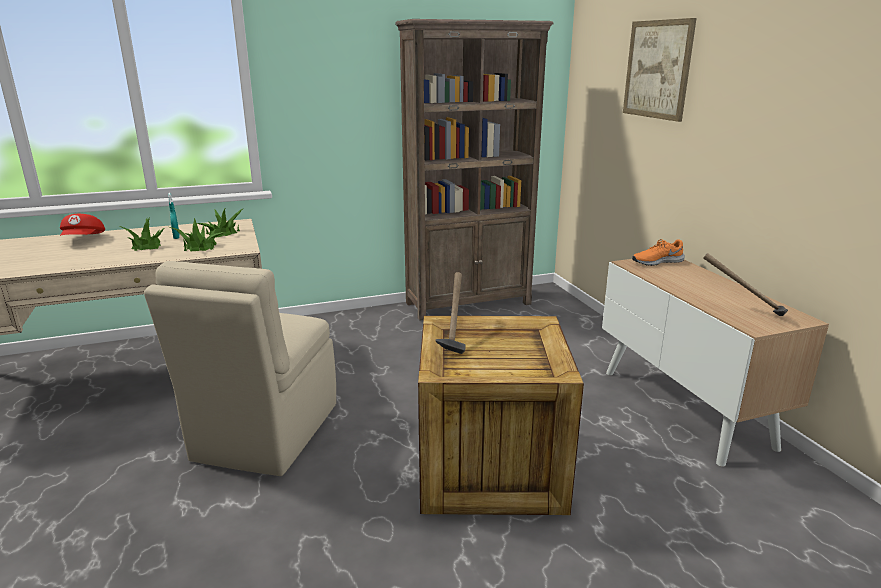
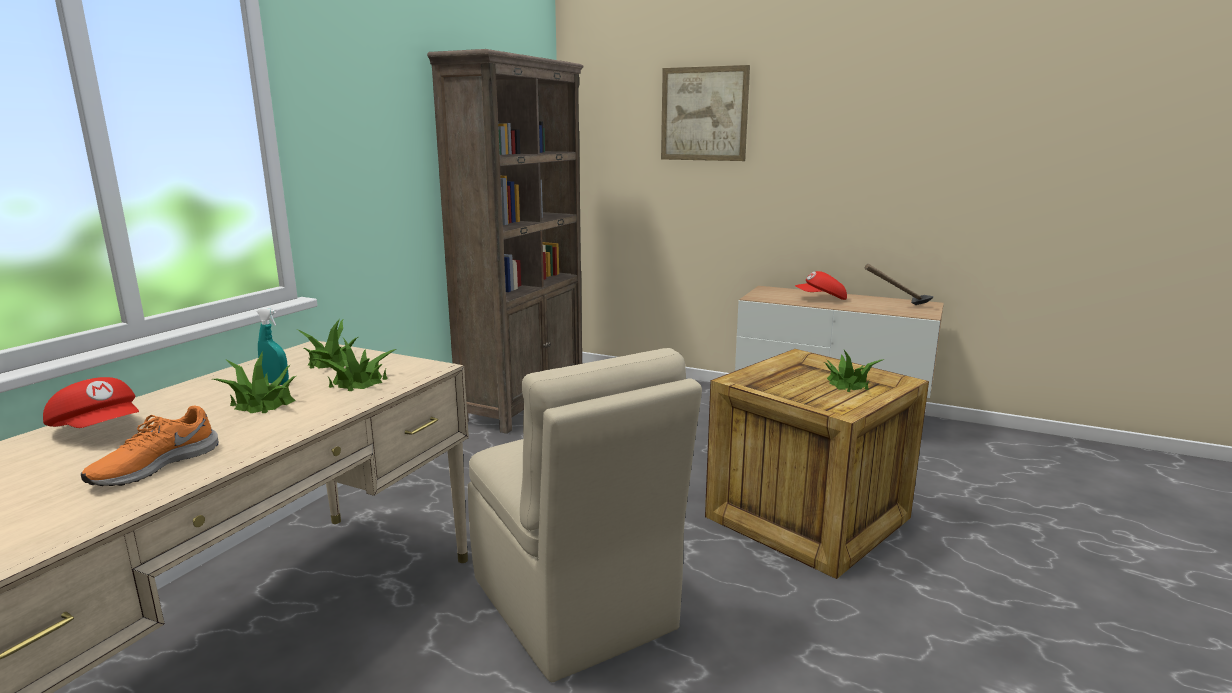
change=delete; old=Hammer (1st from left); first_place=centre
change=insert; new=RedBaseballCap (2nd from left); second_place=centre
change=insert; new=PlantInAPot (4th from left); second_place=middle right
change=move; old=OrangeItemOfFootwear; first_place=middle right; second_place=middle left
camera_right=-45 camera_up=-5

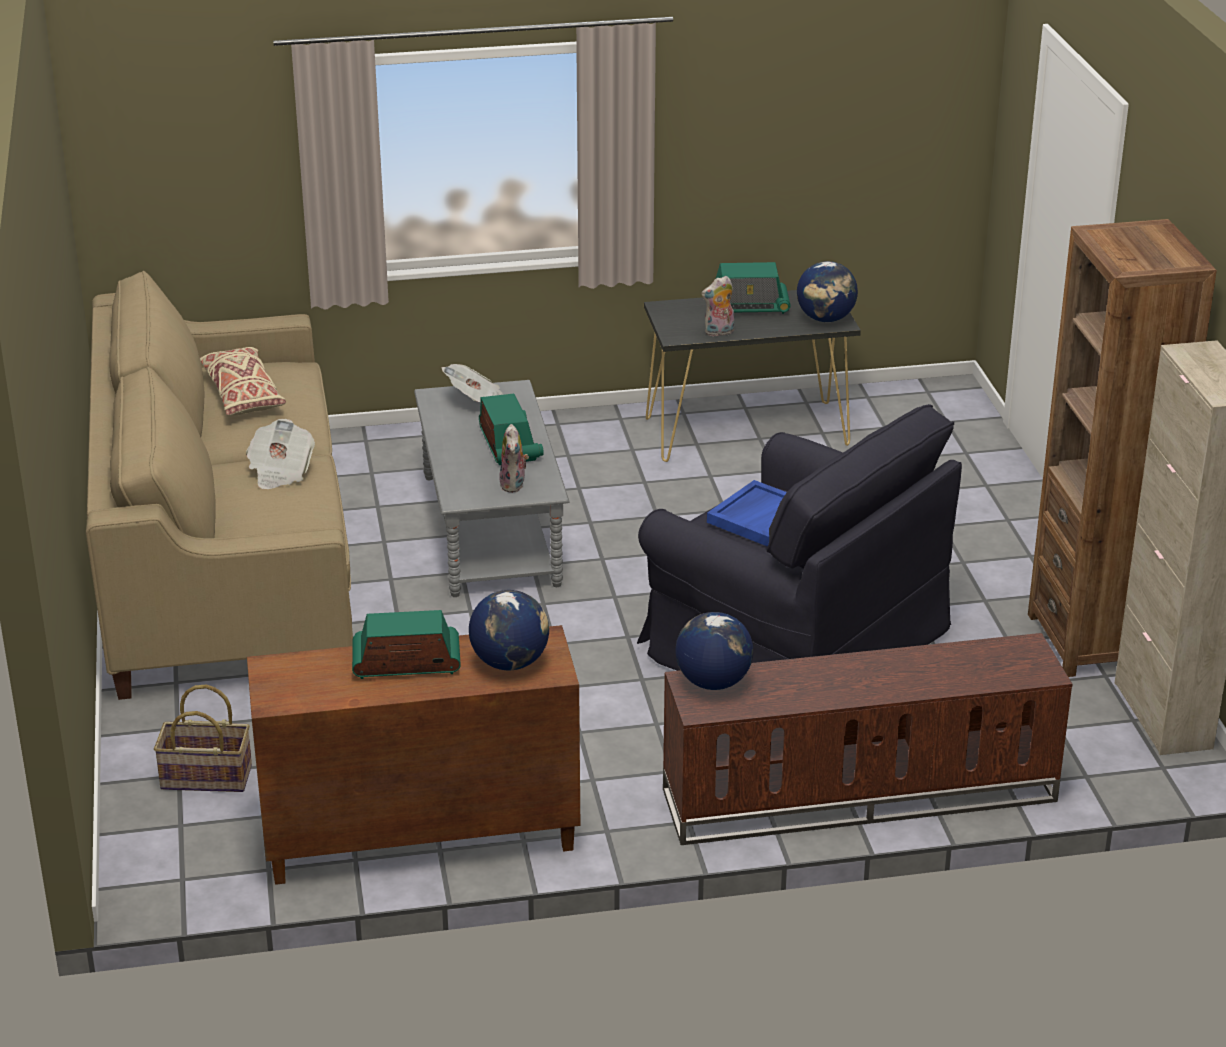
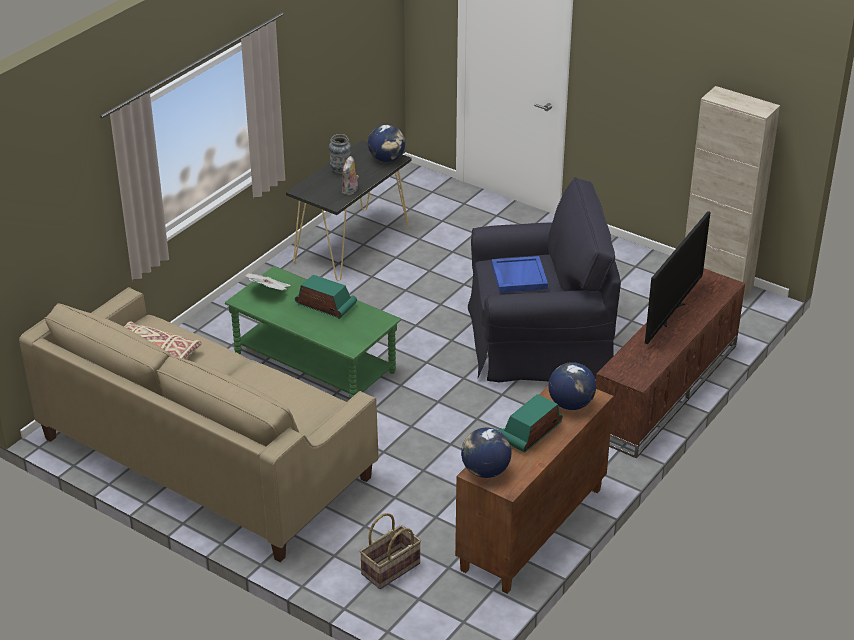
change=delete; old=DailyPaper (1st from left); first_place=middle left
change=delete; old=SoftToy (1st from left); first_place=centre
change=delete; old=BrownColouredBookcase; first_place=middle right
change=insert; new=Television; second_place=middle right
change=move; old=WorldGlobe (2nd from left); first_place=centre; second_place=bottom centre
change=replace; old=Radio (3rd from left); new=Vase; first_place=top centre; second_place=top centre
change=recolor; old=GreyishLoungeTable; new=GreenColouredLoungeTable; first_place=centre; second_place=centre
camera_right=-45 camera_up=5

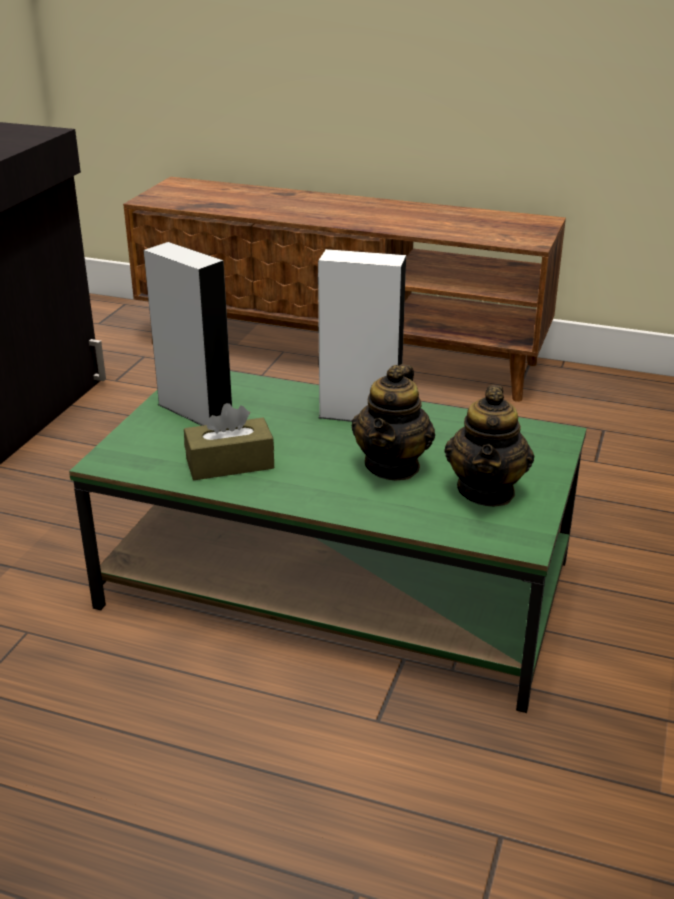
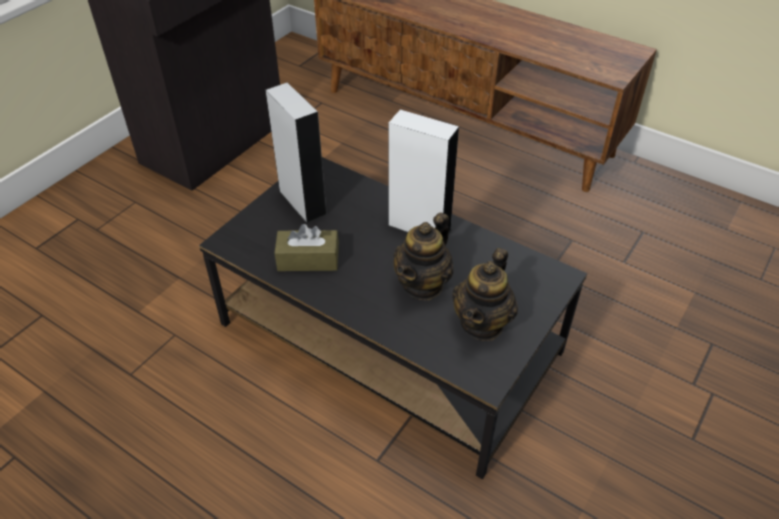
change=recolor; old=GreenColouredLoungeTable; new=BlackishLoungeTable; first_place=centre; second_place=centre
camera_right=15 camera_up=15

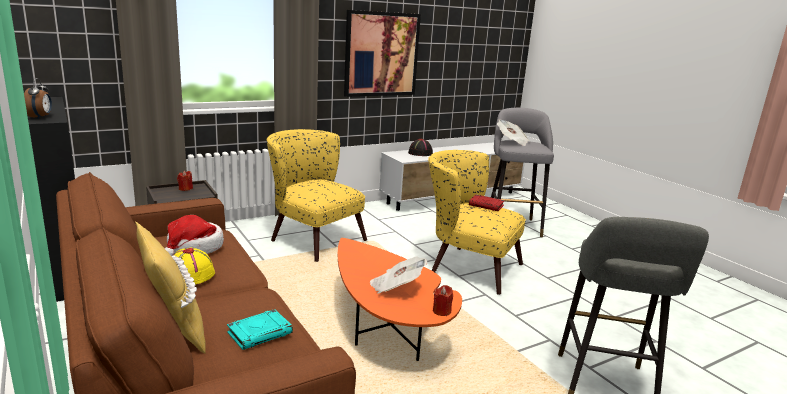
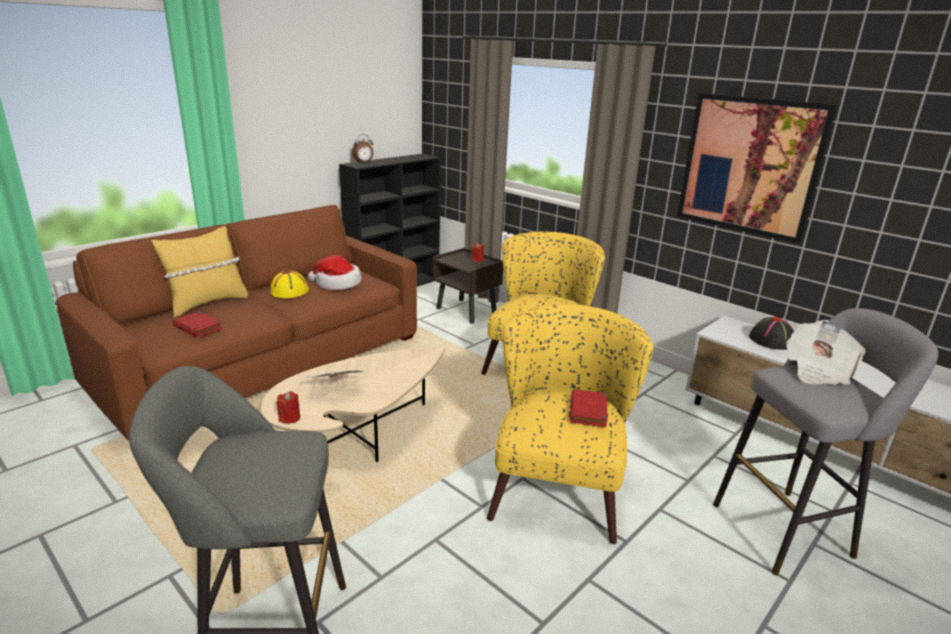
change=recolor; old=TurquoiseBoundBook; new=RedBoundBook (1st from left); first_place=bottom left; second_place=middle left
change=recolor; old=OrangeLoungeTable; new=SandColouredLoungeTable; first_place=bottom centre; second_place=centre
camera_right=75 camera_up=5

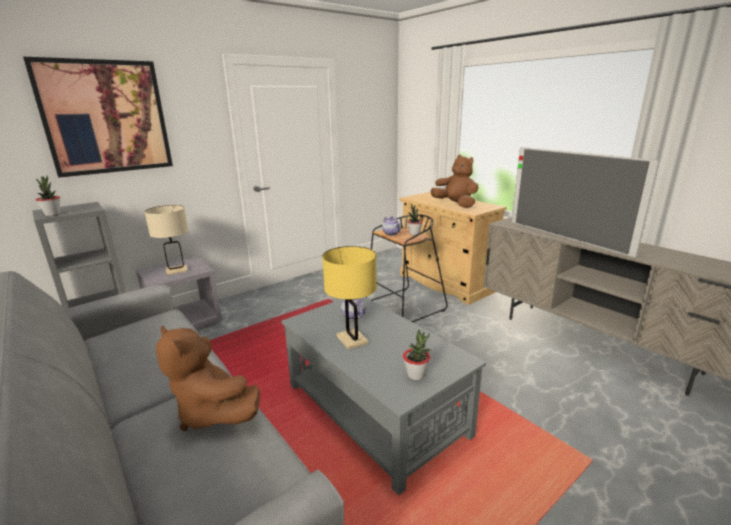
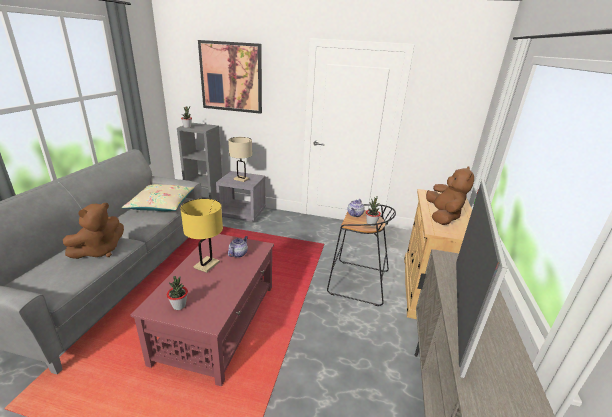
change=insert; new=SandColouredCushion; second_place=middle left
change=recolor; old=GreyishLoungeTable; new=RedLoungeTable; first_place=bottom centre; second_place=bottom left
change=rotate; old=BrownColouredSoftToy (1st from left); first_place=bottom left; second_place=middle left; degrees=-150
camera_right=50 camera_up=5

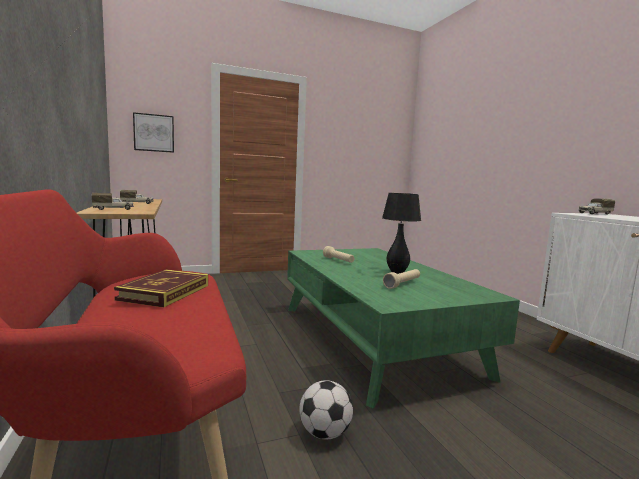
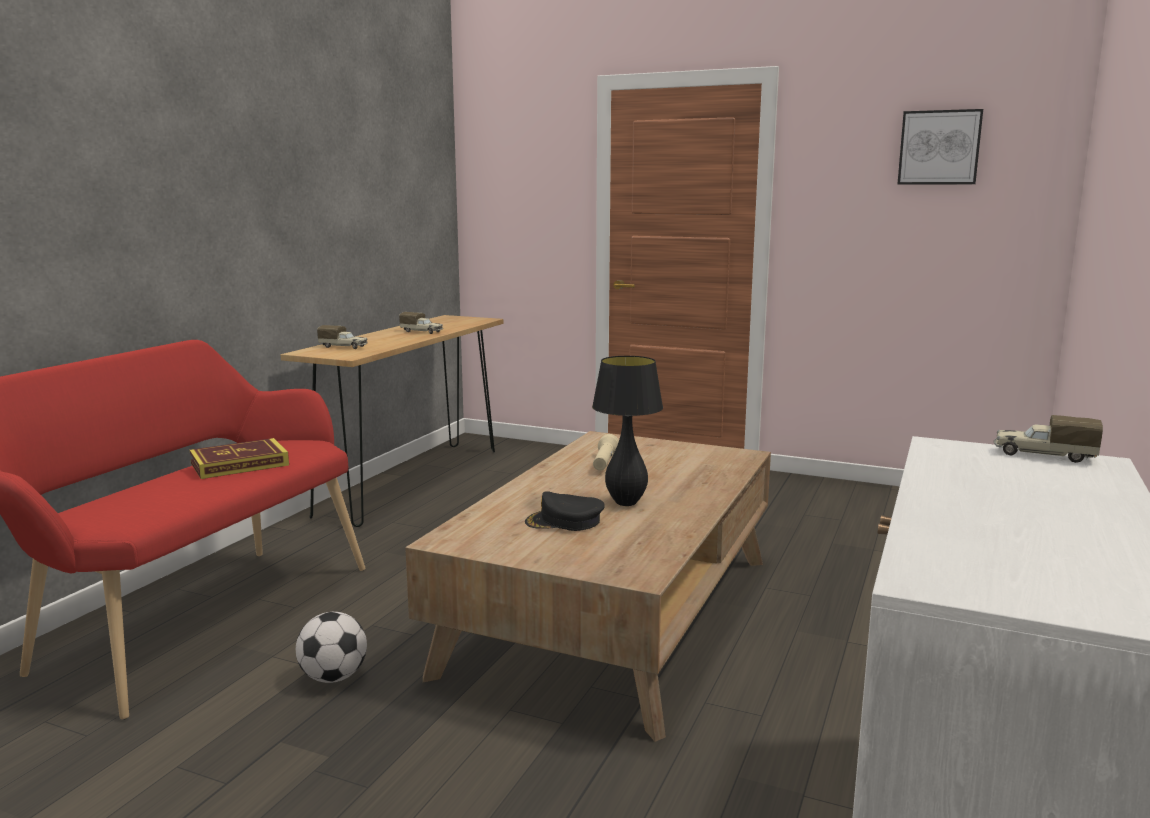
change=move; old=WallArt; first_place=top left; second_place=top right
change=replace; old=SandColouredFlashlight (2nd from left); new=BlackishBaseballCap; first_place=centre; second_place=centre
change=recolor; old=GreenColouredLoungeTable; new=BrownColouredLoungeTable; first_place=bottom centre; second_place=bottom centre
camera_right=45 camera_up=5

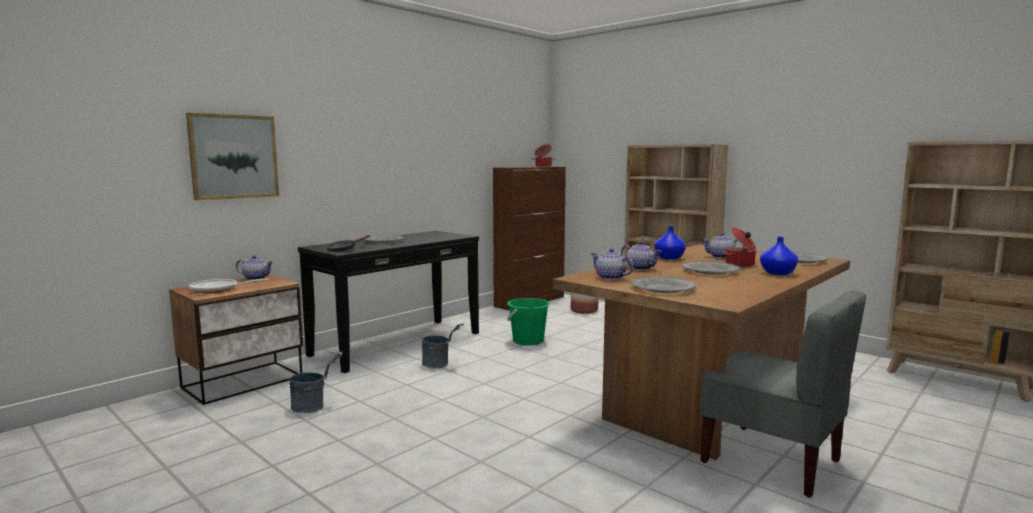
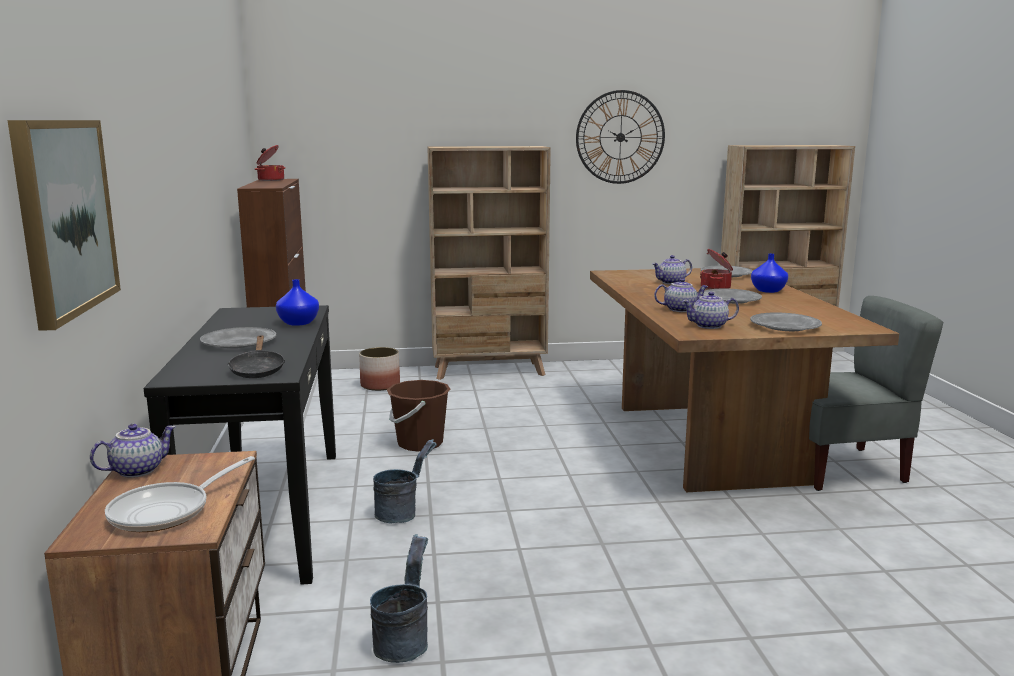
change=insert; new=HangingClock; second_place=top centre
change=move; old=BlueColouredVase (1st from left); first_place=centre; second_place=middle left
change=recolor; old=GreenColouredPail; new=BrownColouredPail; first_place=centre; second_place=centre
camera_right=-50 camera_up=5

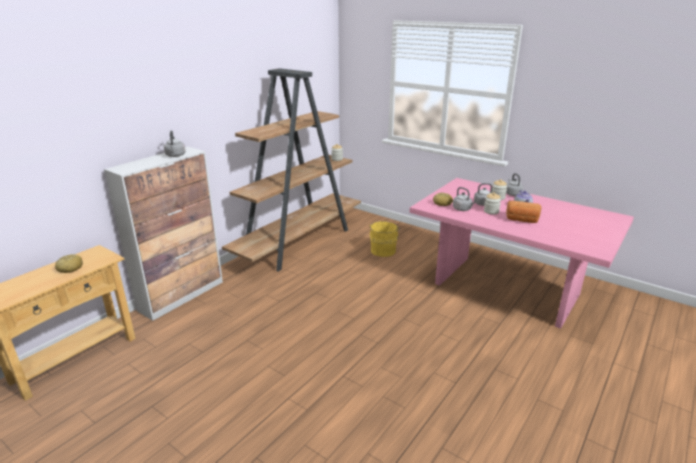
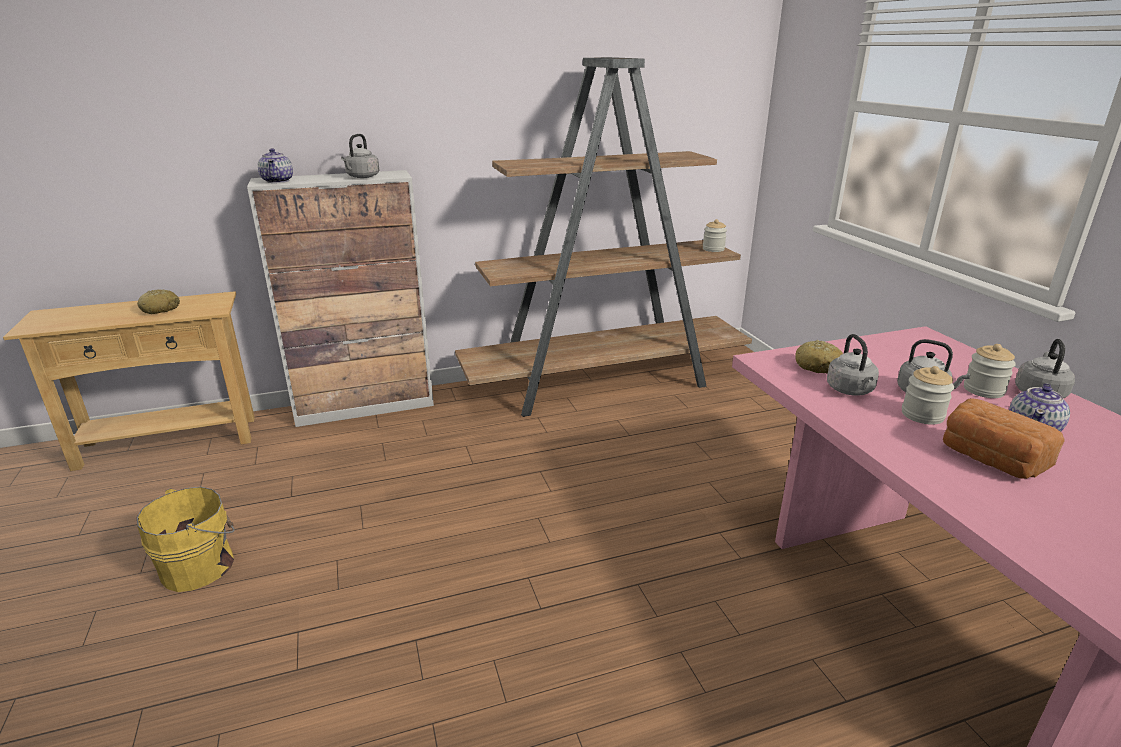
change=insert; new=PotForTea (1st from left); second_place=top left
change=move; old=YellowishPail; first_place=centre; second_place=bottom left
camera_right=35 camera_up=0

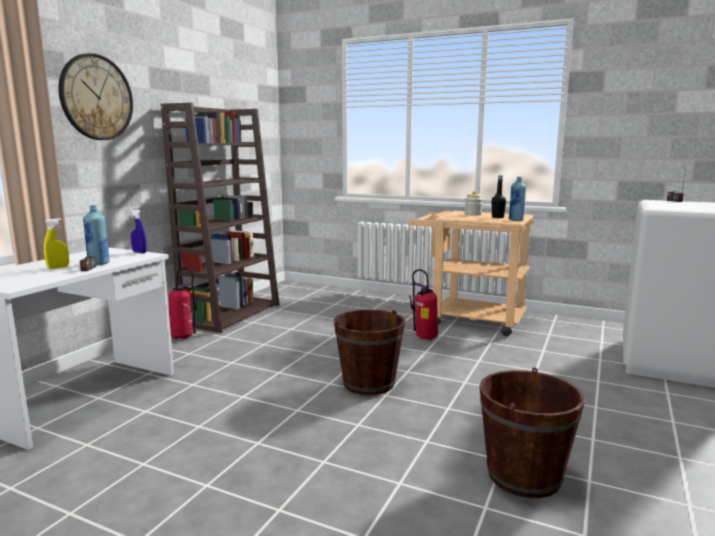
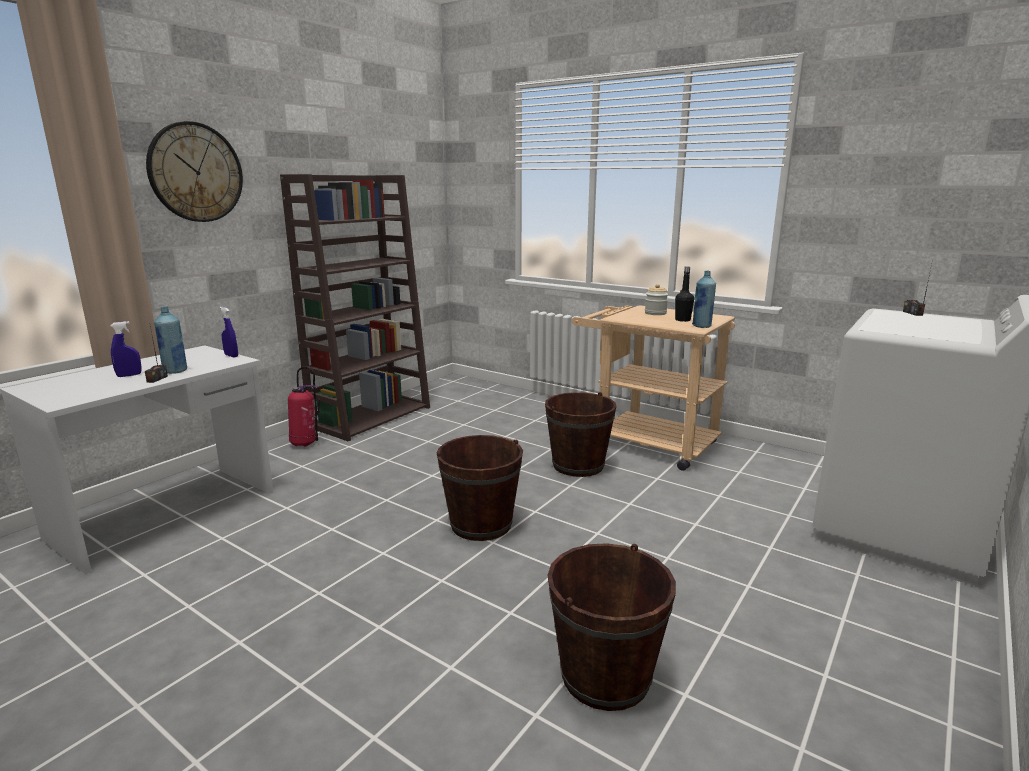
change=replace; old=FireExtinguisher (2nd from left); new=BrownColouredPail (2nd from left); first_place=centre; second_place=centre
change=recolor; old=YellowishSprayer; new=BlueColouredSprayer (1st from left); first_place=middle left; second_place=middle left
camera_right=10 camera_up=5

